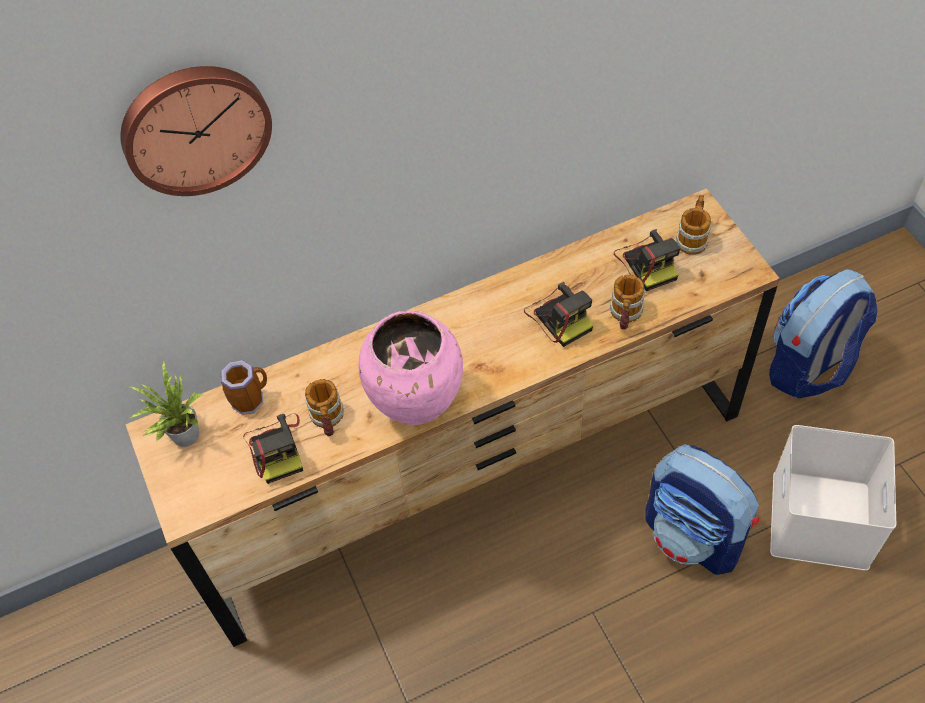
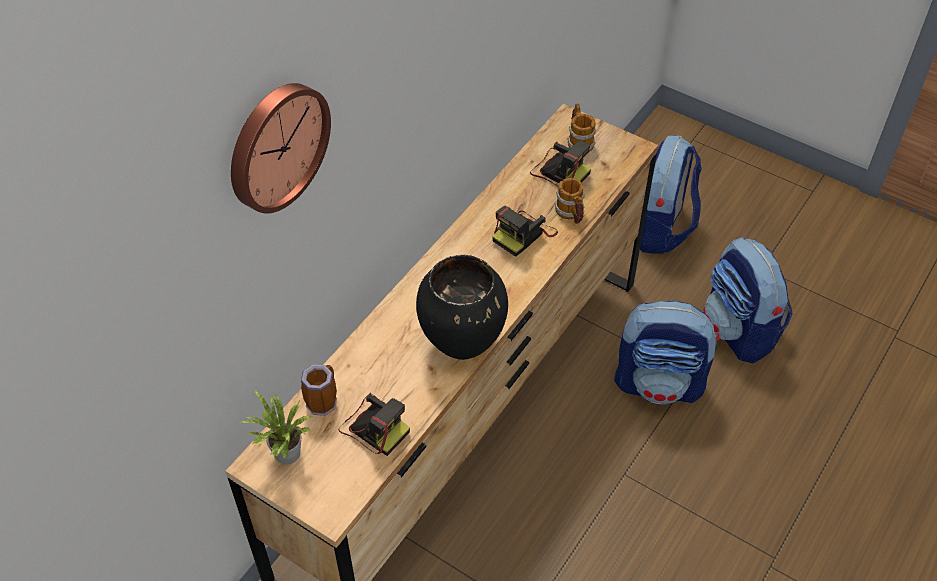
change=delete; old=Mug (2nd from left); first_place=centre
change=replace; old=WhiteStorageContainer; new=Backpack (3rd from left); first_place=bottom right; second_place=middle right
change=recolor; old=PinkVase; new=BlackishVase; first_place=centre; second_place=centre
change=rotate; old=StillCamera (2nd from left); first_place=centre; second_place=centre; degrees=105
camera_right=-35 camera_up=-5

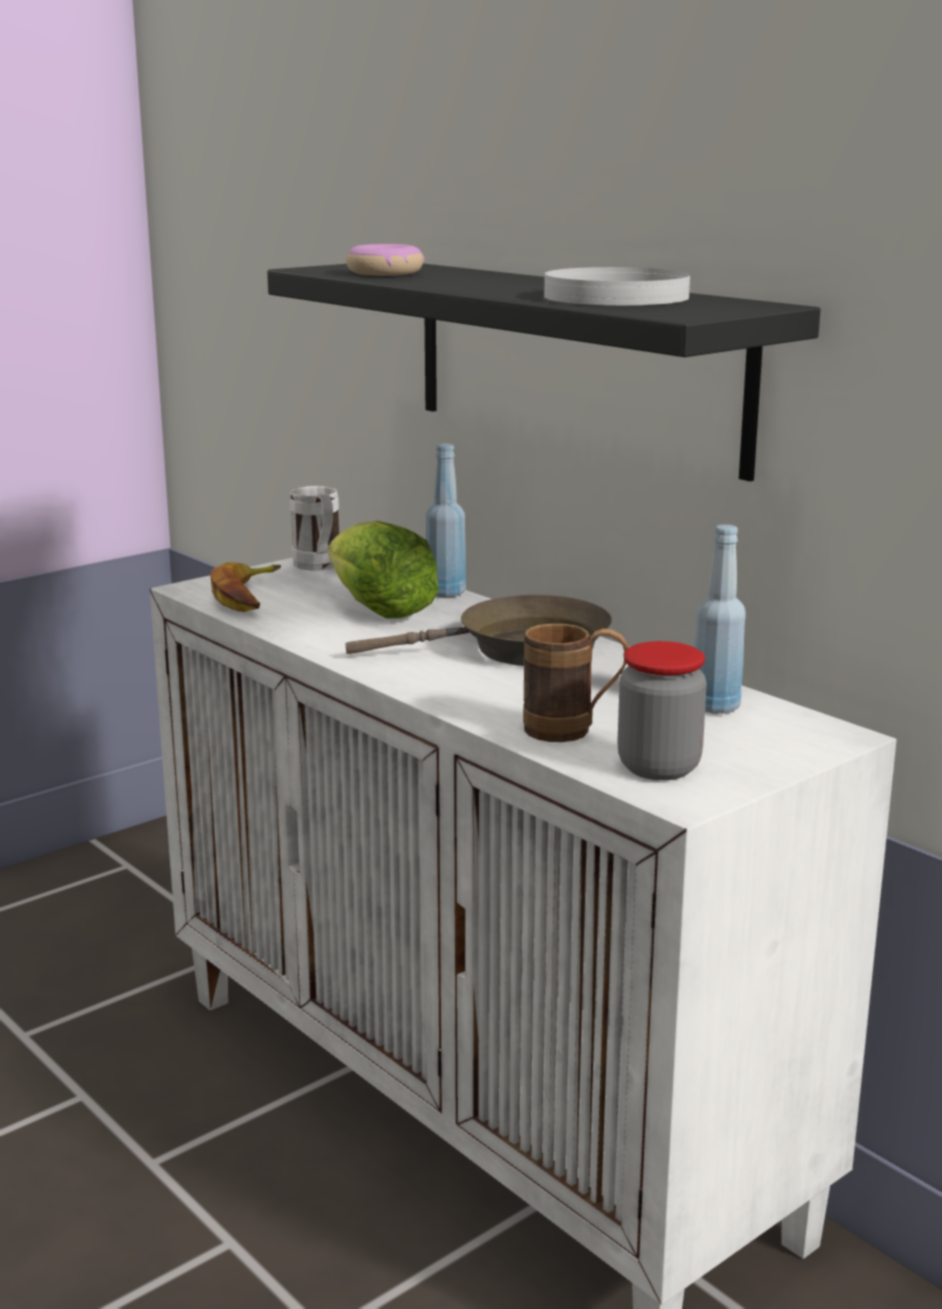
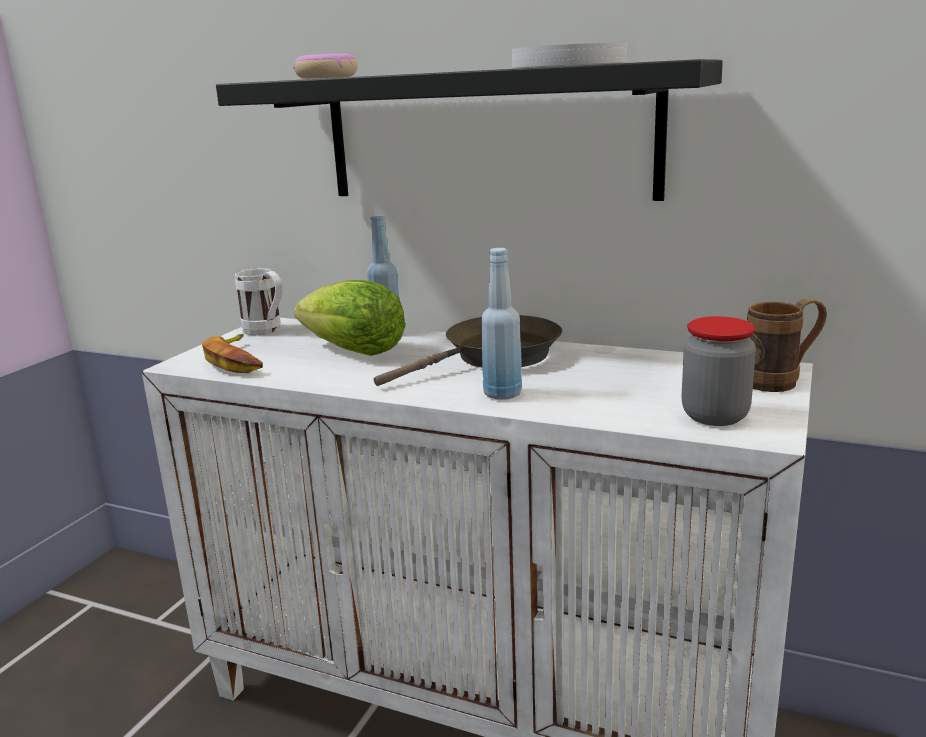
change=move; old=BrownColouredMug; first_place=centre; second_place=middle right
change=move; old=BlueColouredBeverageBottle (2nd from left); first_place=middle right; second_place=centre
camera_right=-25 camera_up=0

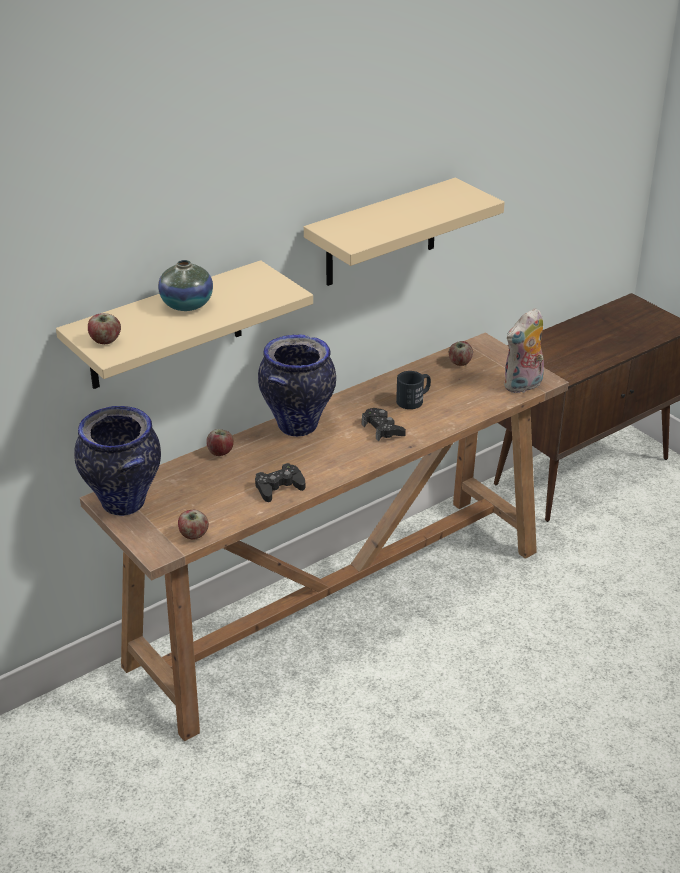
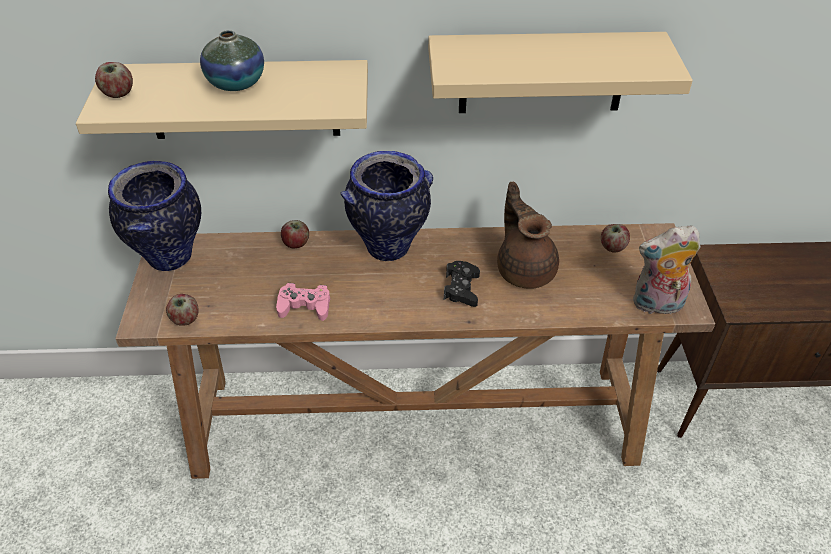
change=replace; old=BlackishMug; new=BrownColouredPotForTea; first_place=centre; second_place=centre
change=recolor; old=BlackishGameController (1st from left); new=PinkGameController; first_place=centre; second_place=centre
camera_right=35 camera_up=10

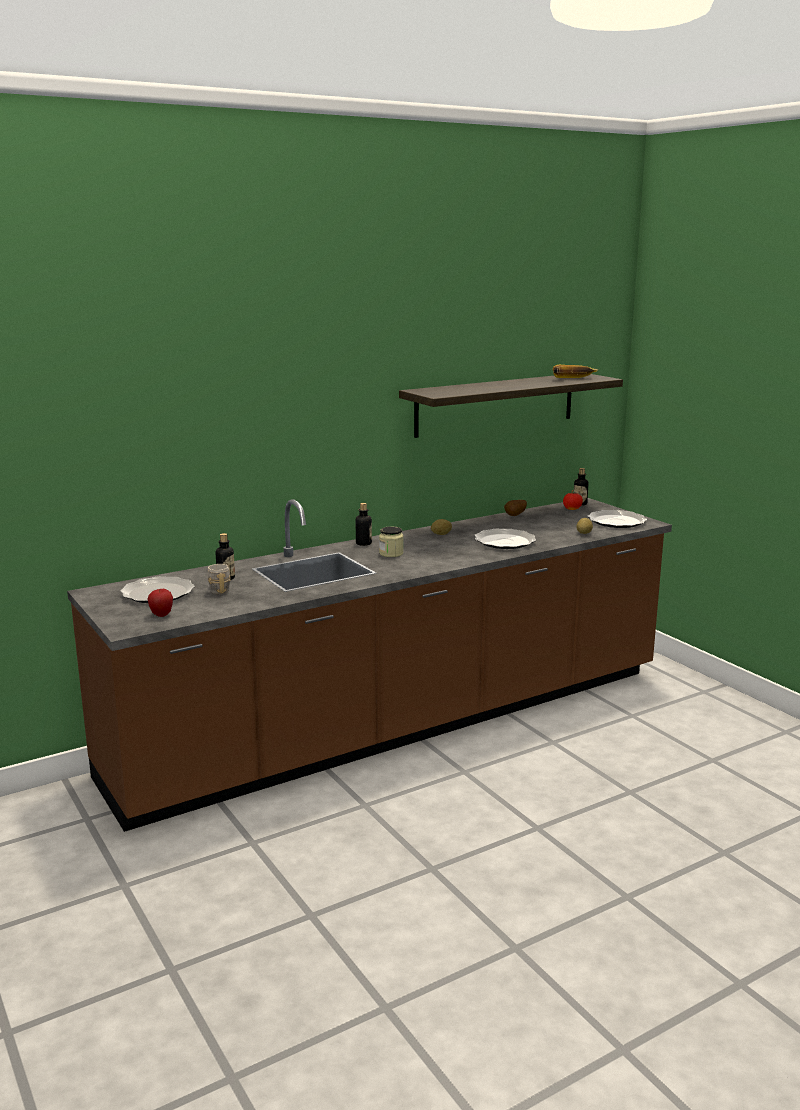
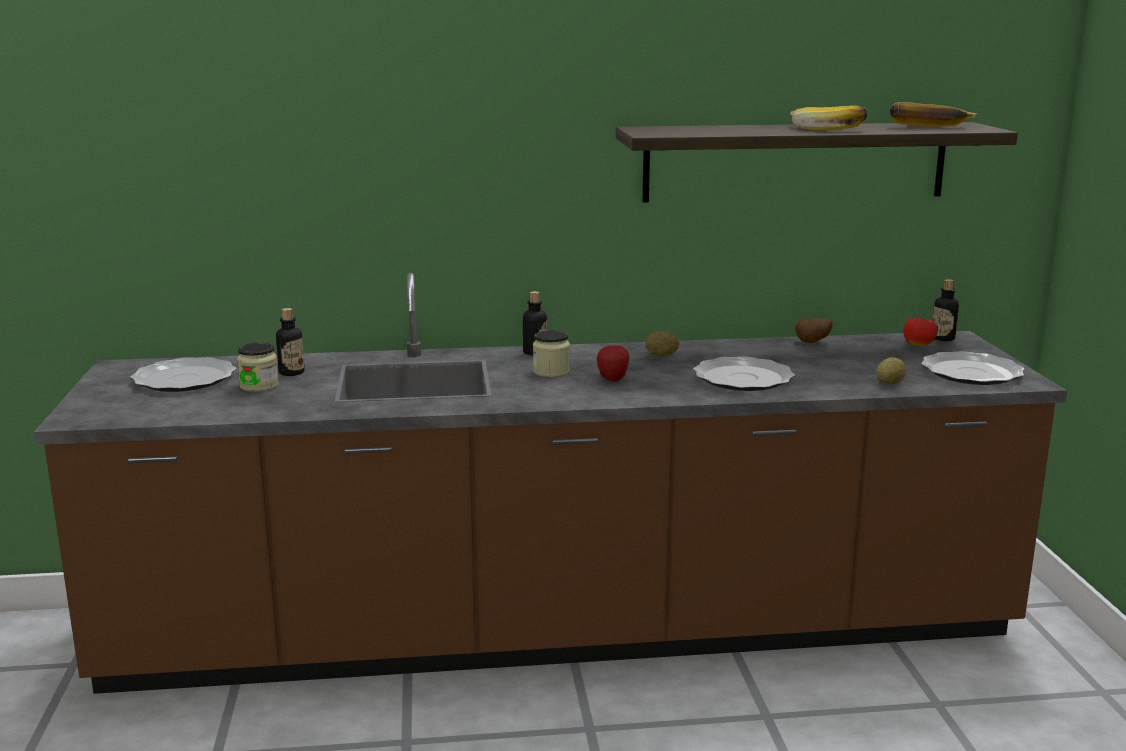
change=insert; new=Banana (1st from left); second_place=top right
change=move; old=Apple (1st from left); first_place=middle left; second_place=centre
change=replace; old=GreyishMug; new=PreserveJar (1st from left); first_place=middle left; second_place=middle left
camera_right=25 camera_up=0

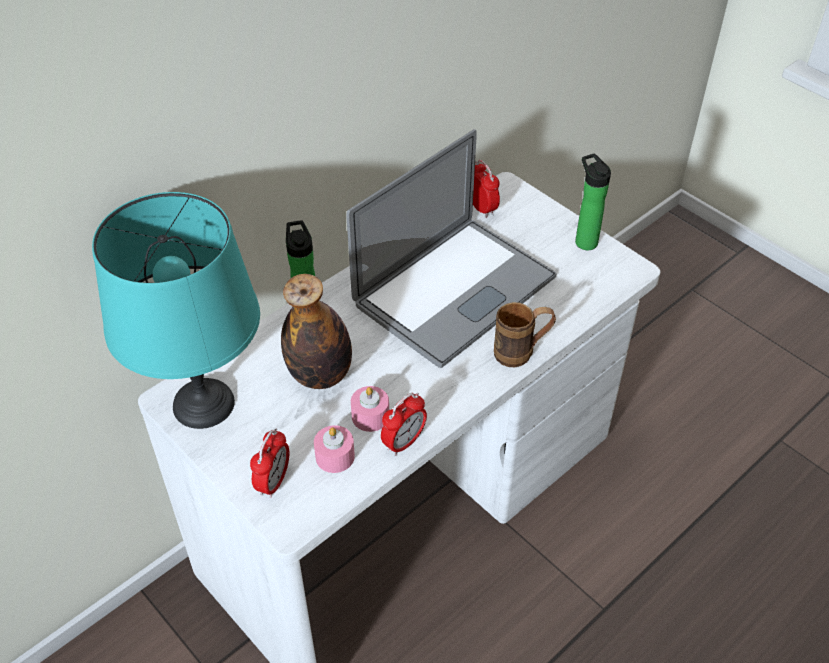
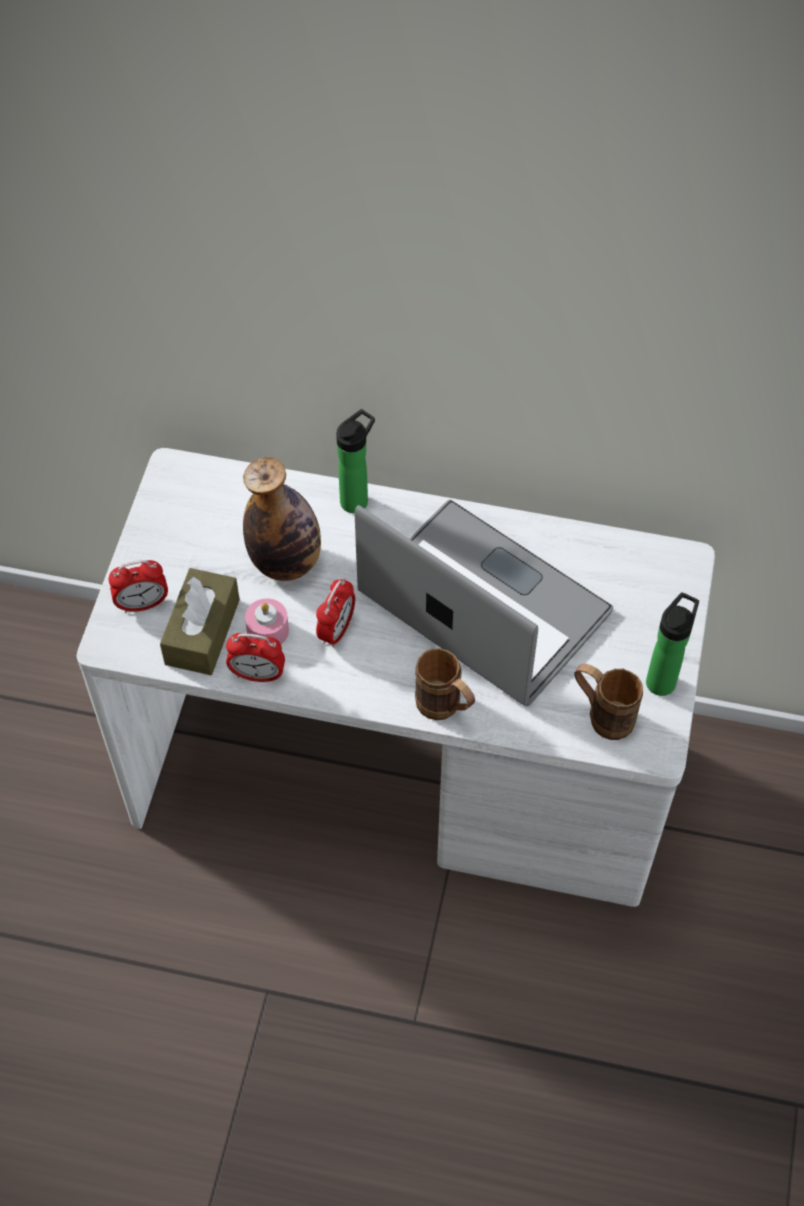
change=delete; old=TurquoiseLampForATable; first_place=middle left
change=insert; new=BrownColouredMug (2nd from left); second_place=middle right
change=move; old=BedsideClock (3rd from left); first_place=top centre; second_place=centre
change=replace; old=PinkCandle (1st from left); new=BrownColouredTissueBox; first_place=bottom centre; second_place=middle left
change=rotate; old=PortableComputer; first_place=centre; second_place=centre; degrees=-150
camera_right=55 camera_up=10

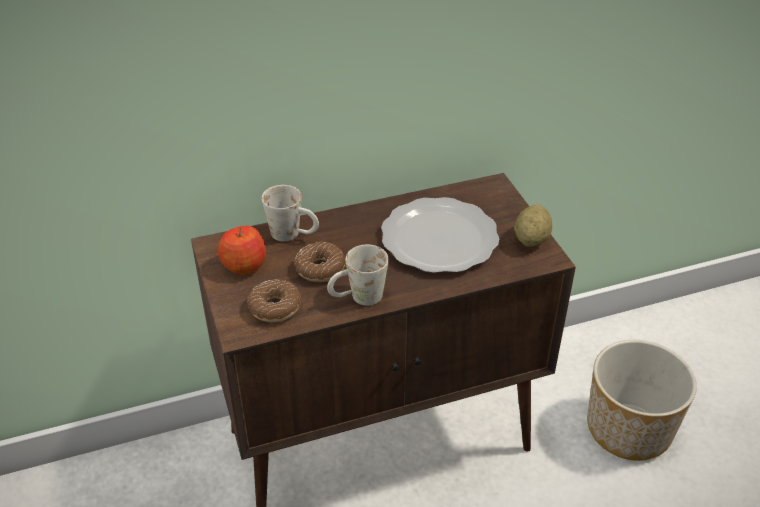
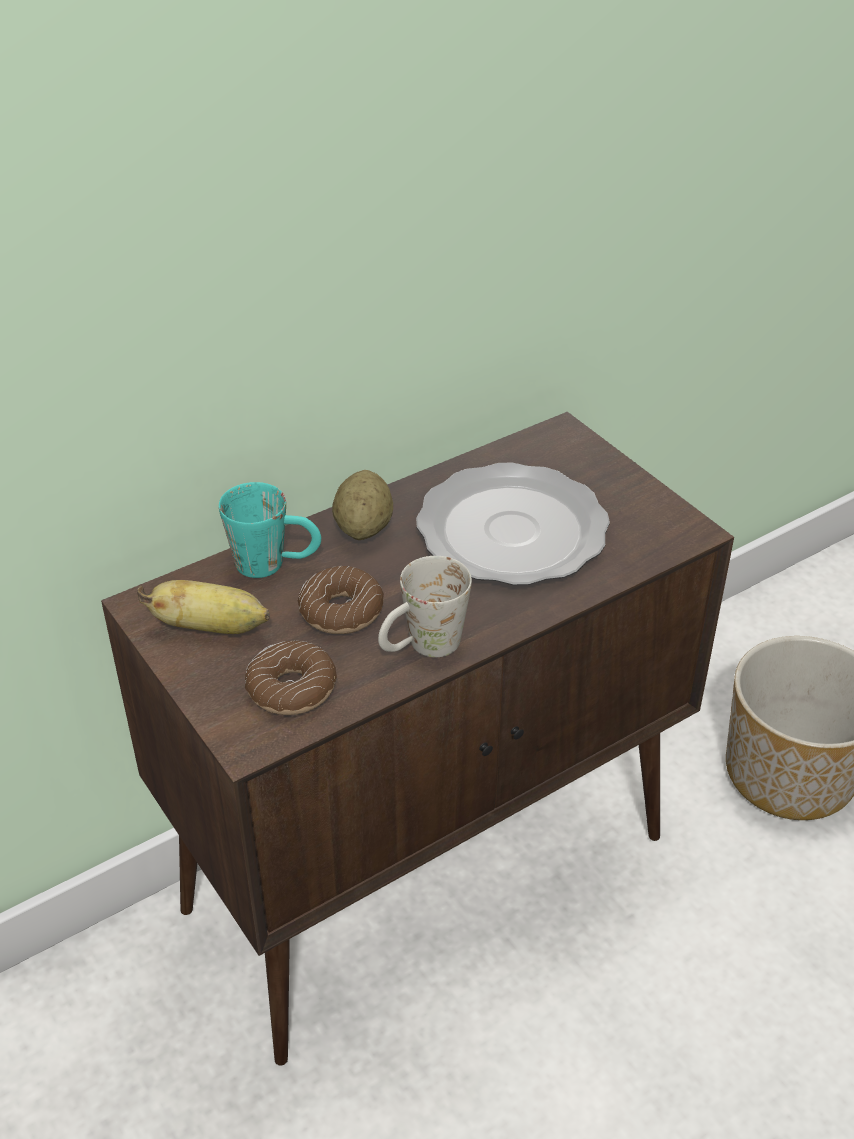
change=move; old=Potato; first_place=middle right; second_place=centre
change=replace; old=Apple; new=Banana; first_place=middle left; second_place=middle left
change=recolor; old=WhiteMug (1st from left); new=TurquoiseMug; first_place=centre; second_place=middle left
camera_right=-15 camera_up=0

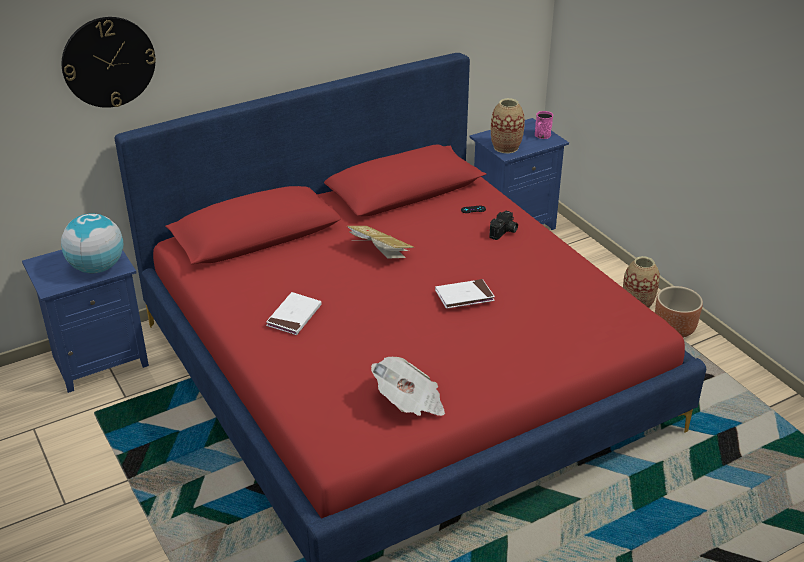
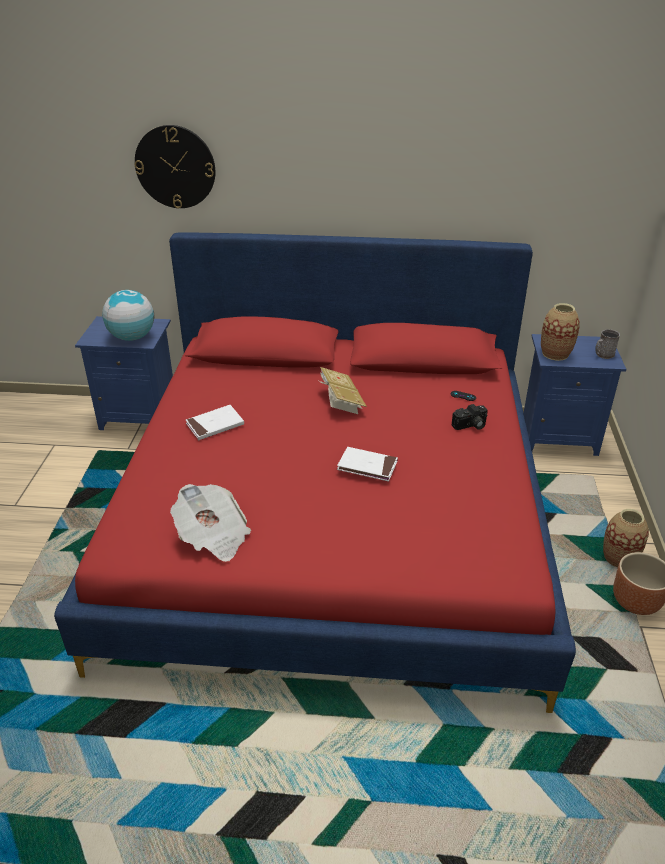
change=recolor; old=PinkMug; new=GreyishMug; first_place=top right; second_place=middle right
camera_right=35 camera_up=0

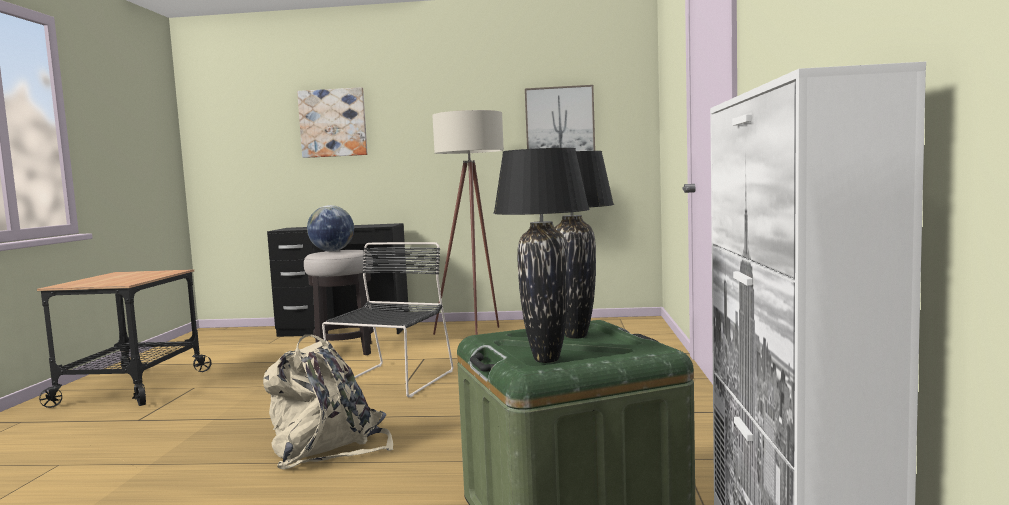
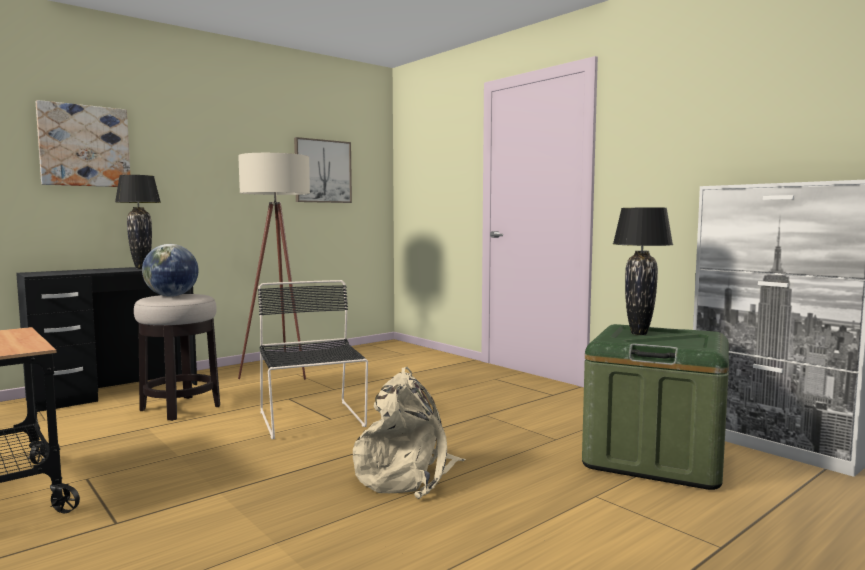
change=move; old=BlackishLampForATable (1st from left); first_place=centre; second_place=middle left
camera_right=-45 camera_up=0

